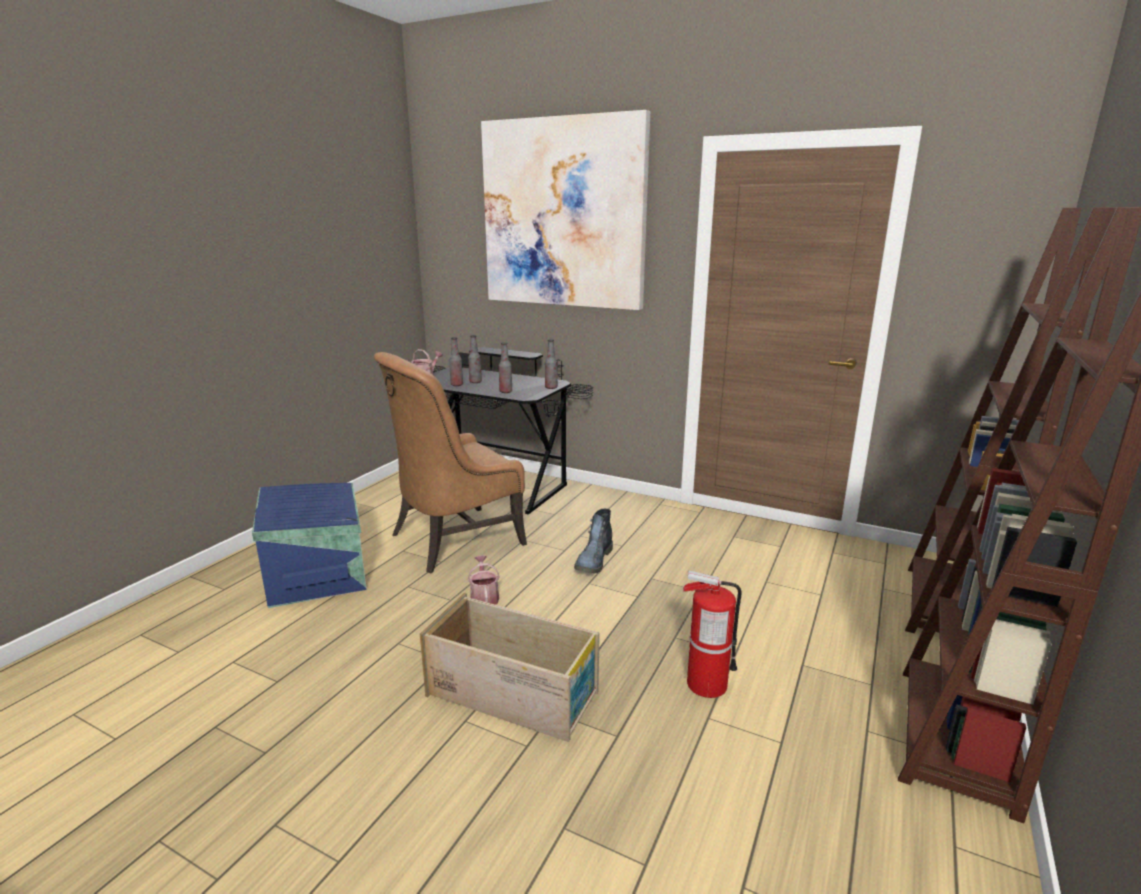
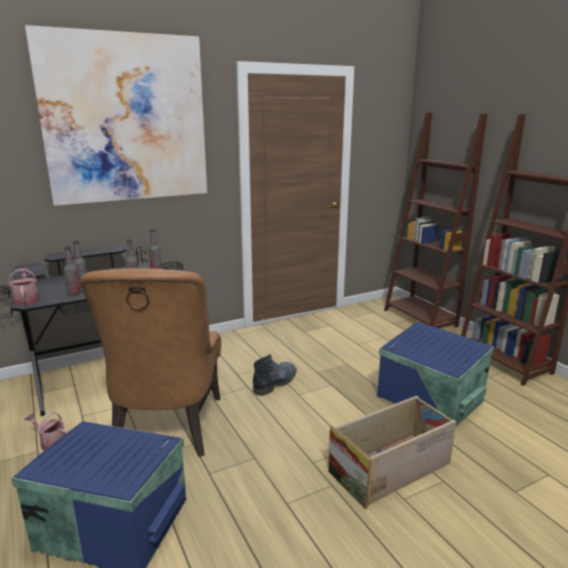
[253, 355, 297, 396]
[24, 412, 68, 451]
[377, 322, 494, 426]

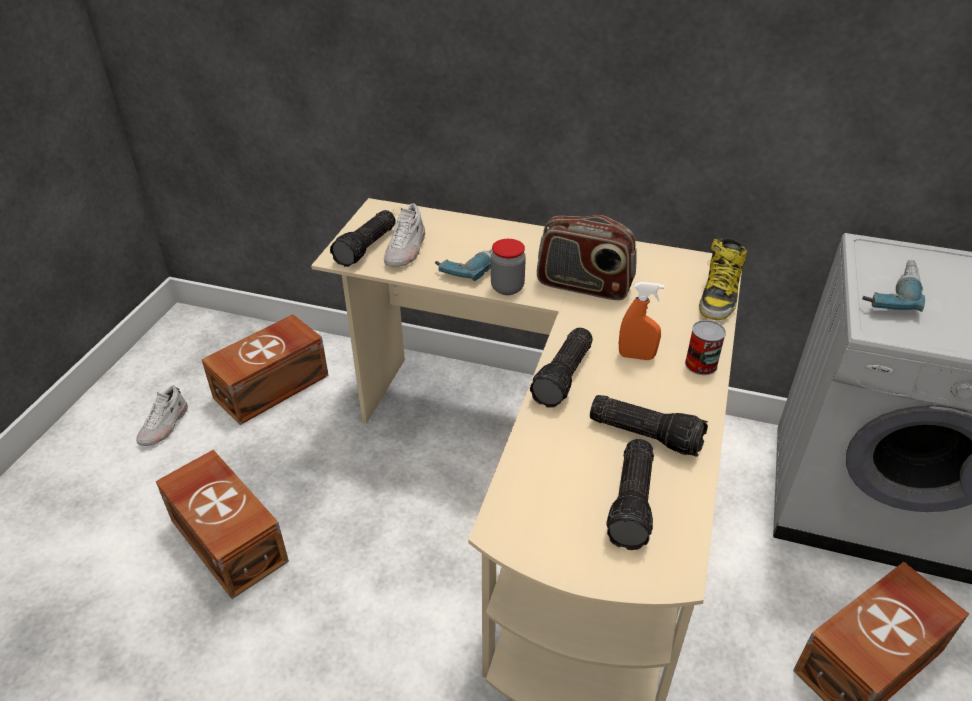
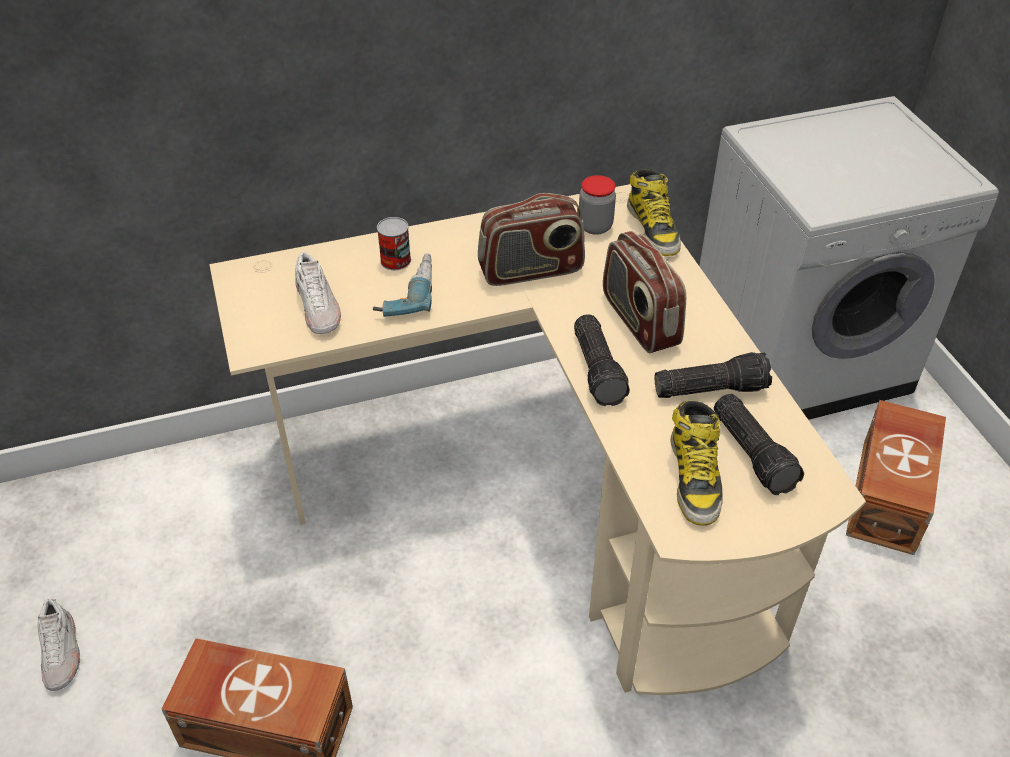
[330, 210, 396, 267] (first image)
[579, 175, 616, 235]
[862, 260, 925, 312] (first image)
[603, 231, 686, 353]
[201, 314, 329, 425] (first image)
[377, 217, 411, 270]
[670, 401, 723, 526]

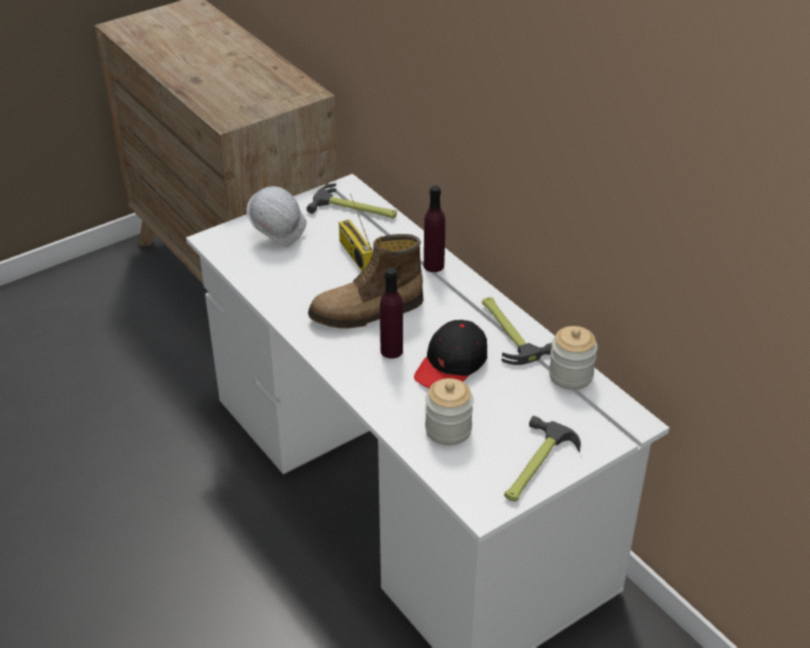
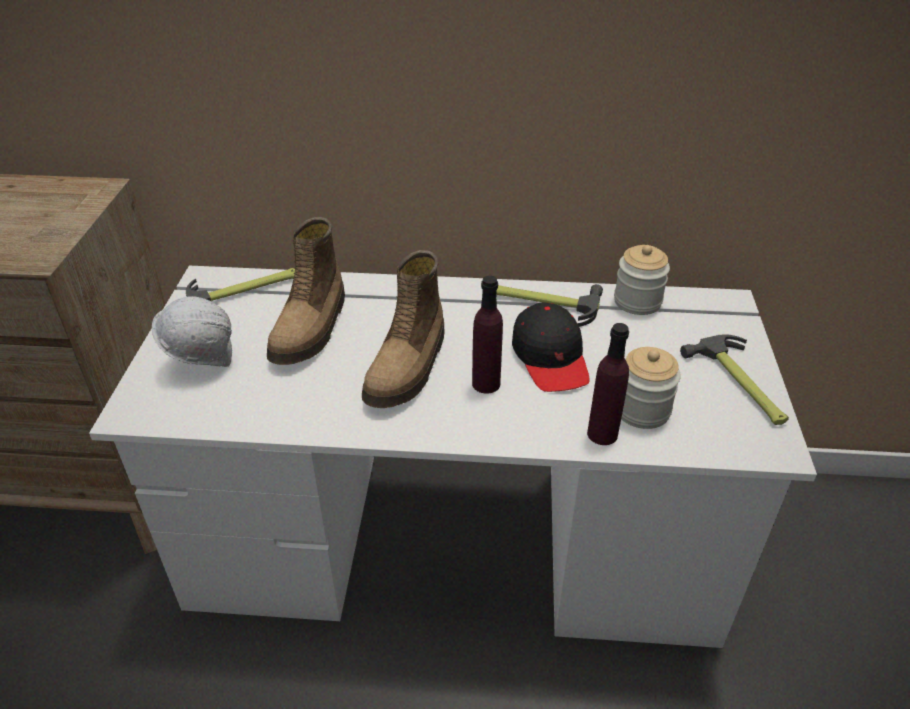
[587, 323, 629, 445]
[267, 217, 345, 365]

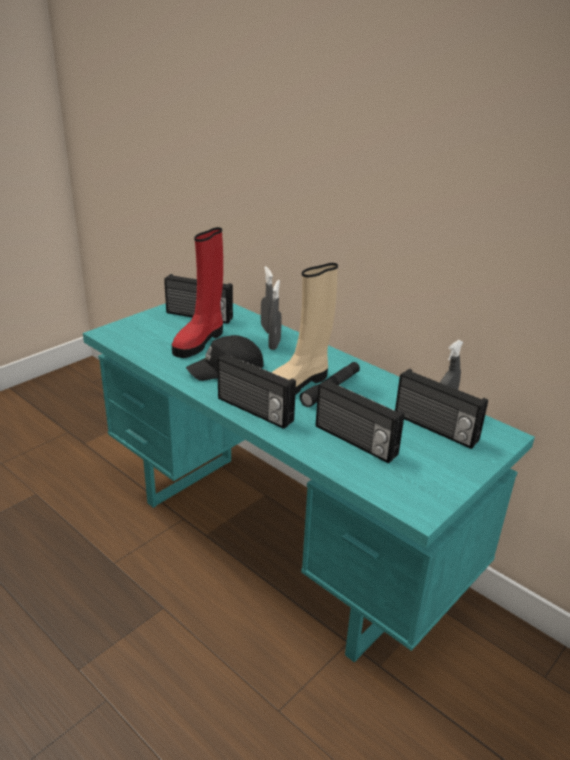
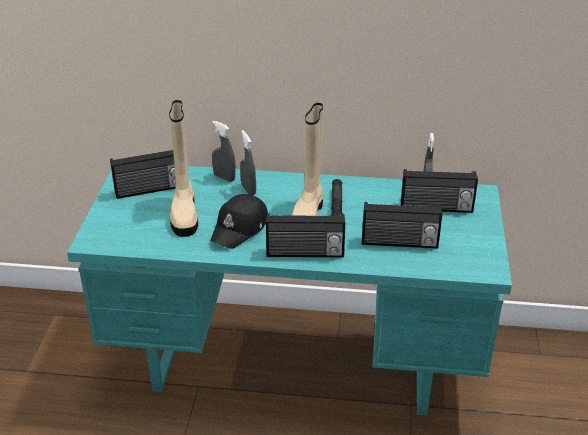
[169, 100, 198, 237]

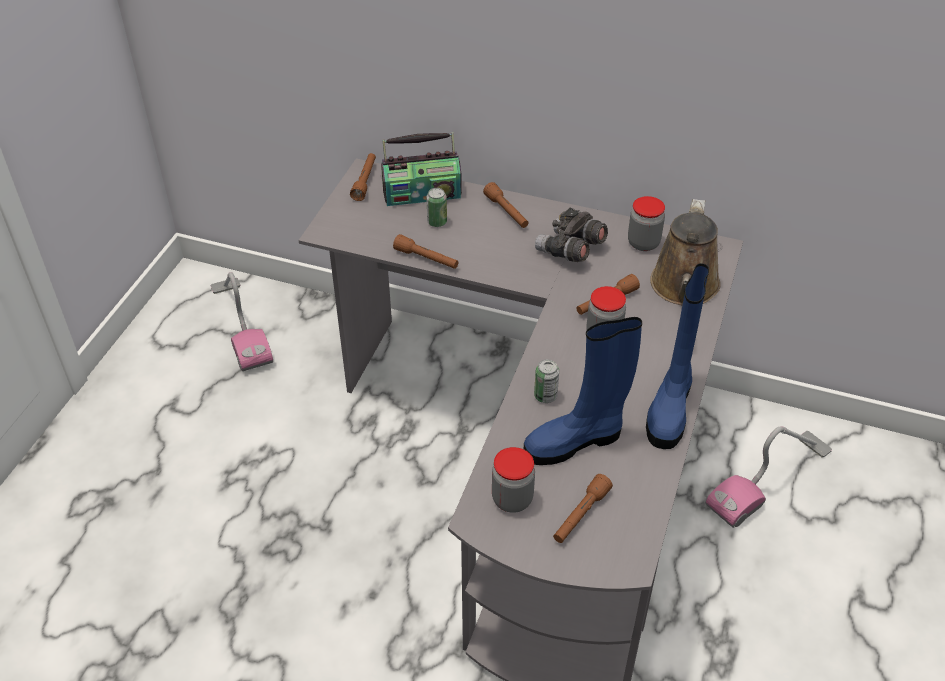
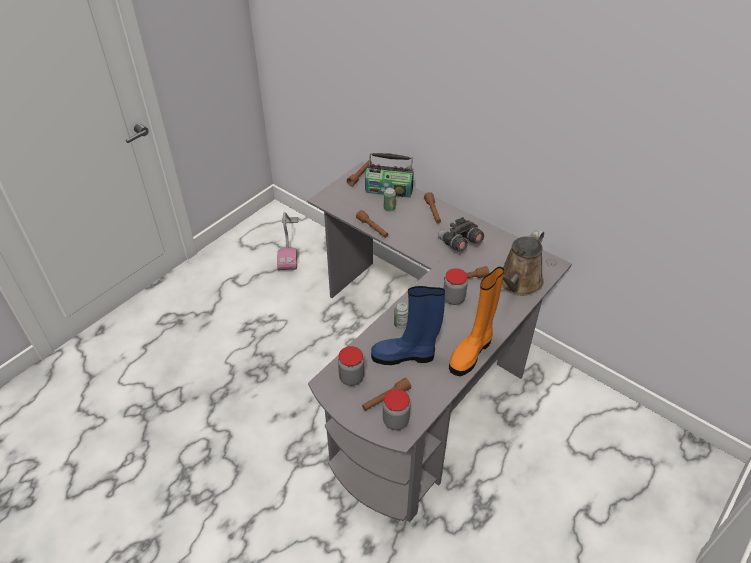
[383, 389, 410, 430]
[449, 267, 504, 376]
[706, 426, 832, 528] (first image)

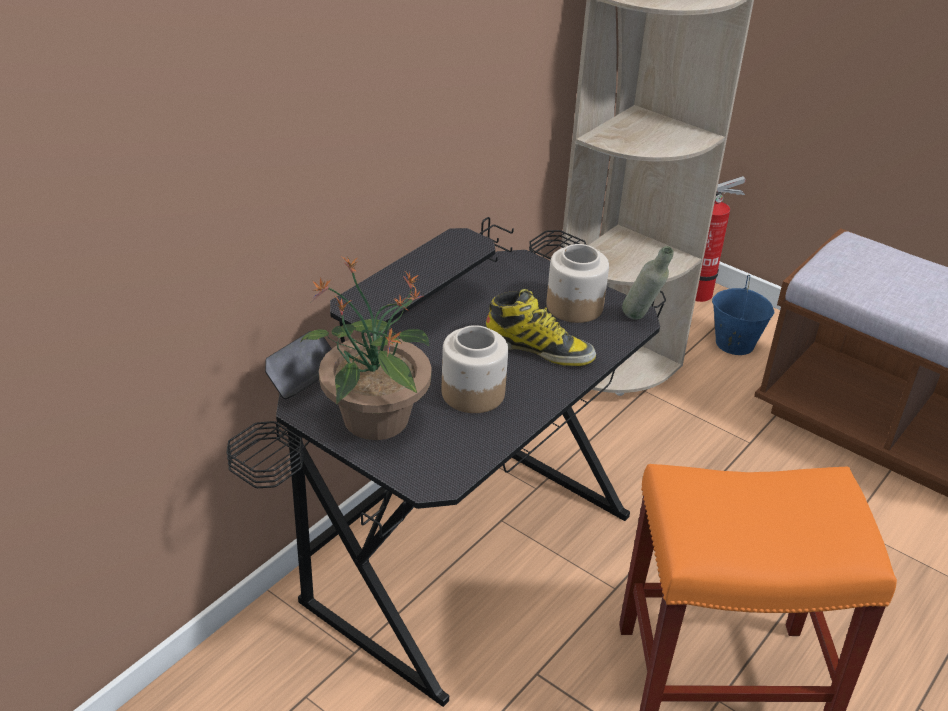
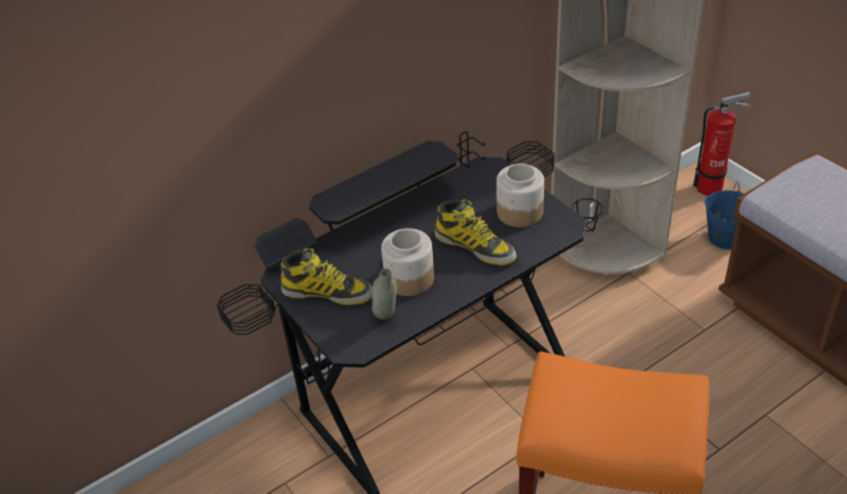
[372, 268, 397, 320]
[280, 248, 373, 305]

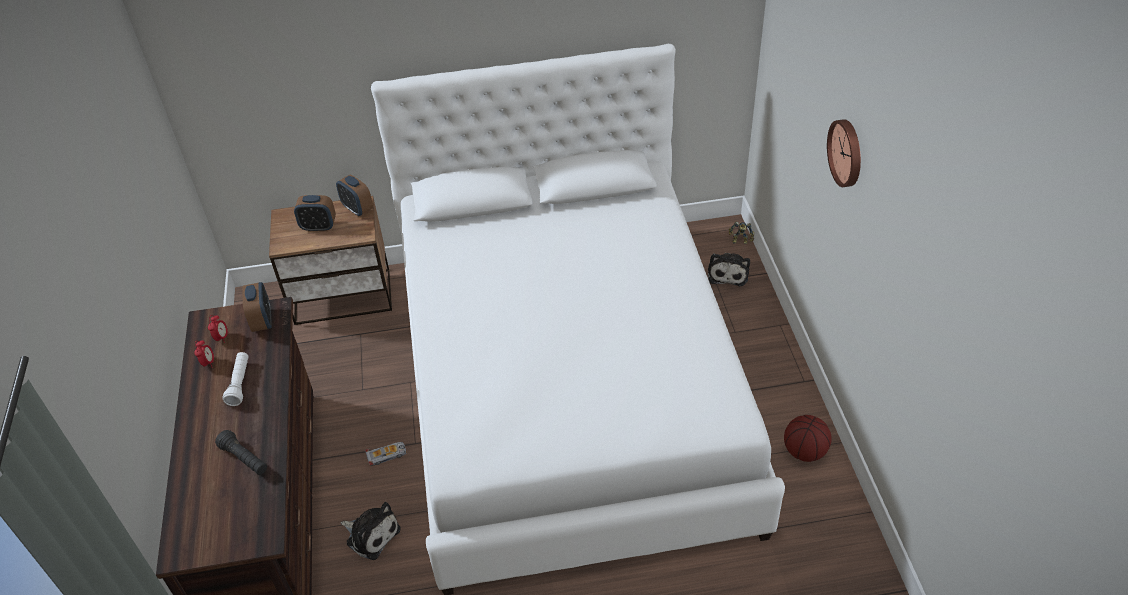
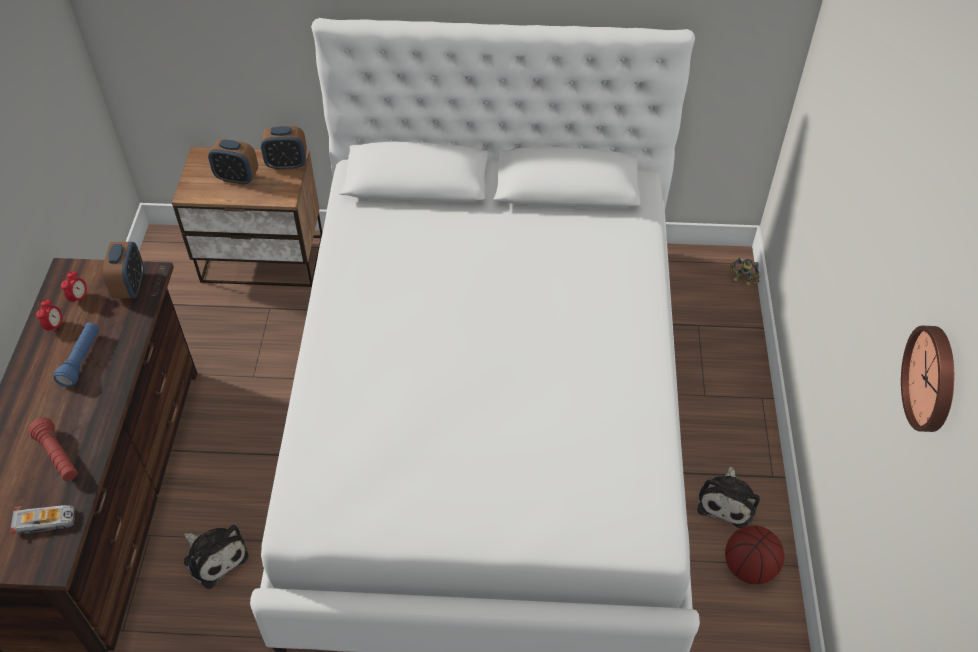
[901, 326, 954, 432]
[261, 126, 307, 170]
[698, 467, 760, 528]
[53, 323, 99, 387]
[29, 418, 78, 481]
[10, 505, 75, 534]

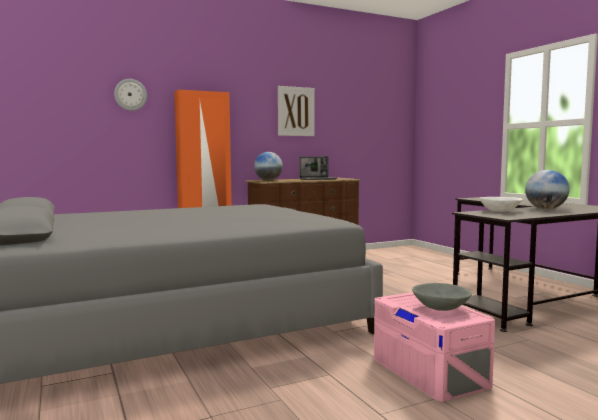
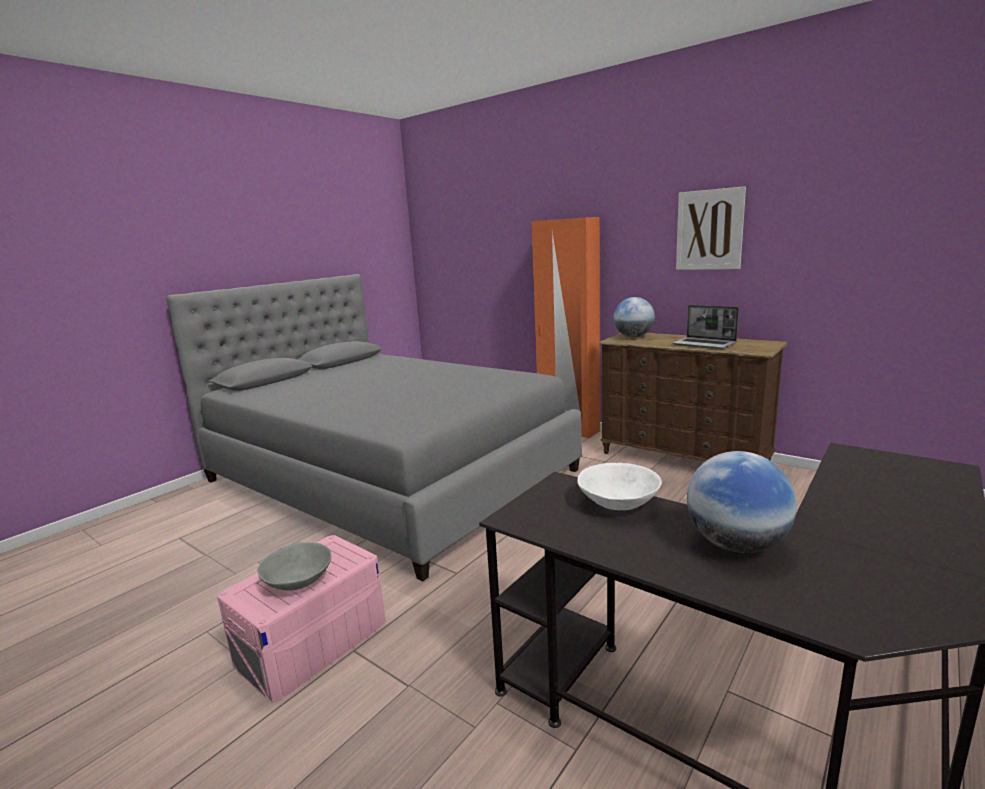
[114, 79, 147, 111] (first image)

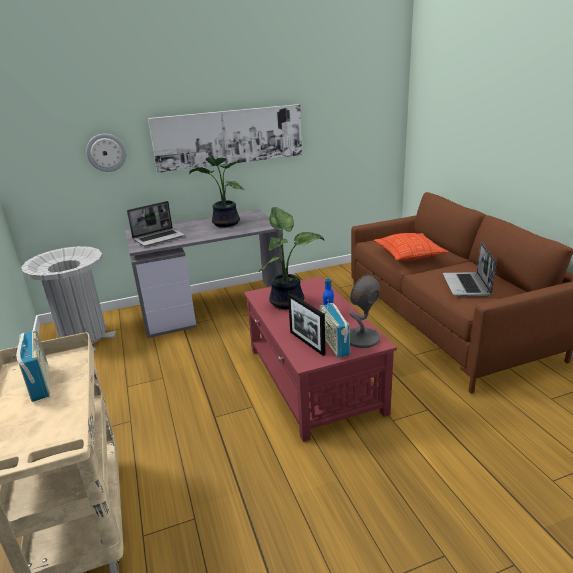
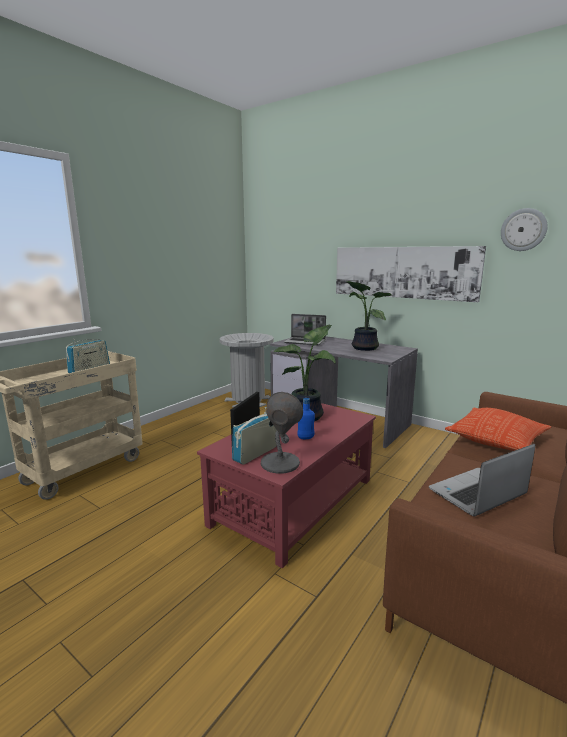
[501, 208, 548, 251]

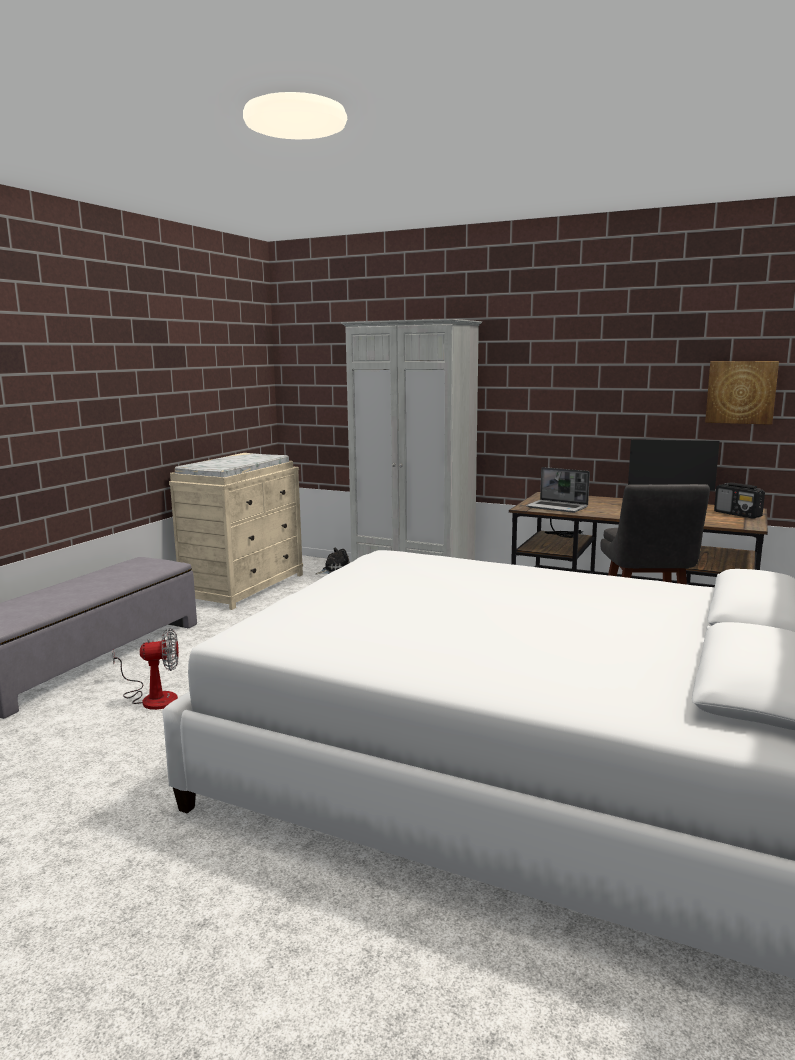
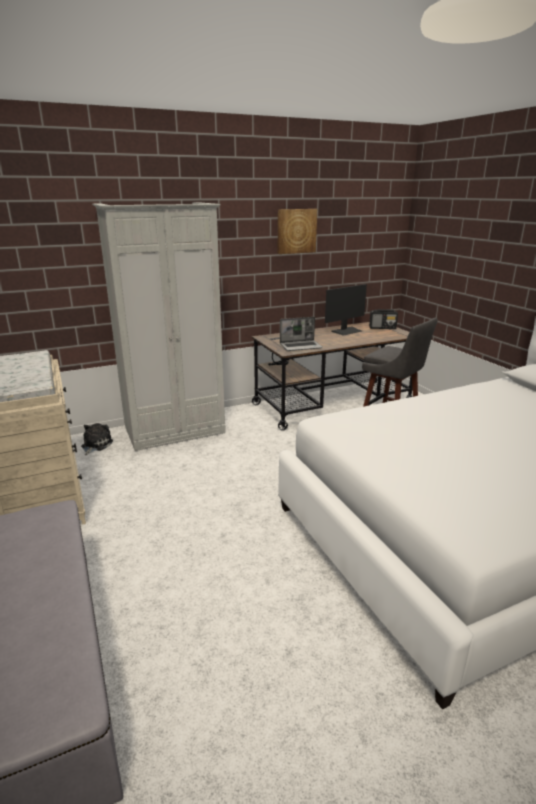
[278, 209, 317, 254]
[112, 628, 179, 710] (first image)

